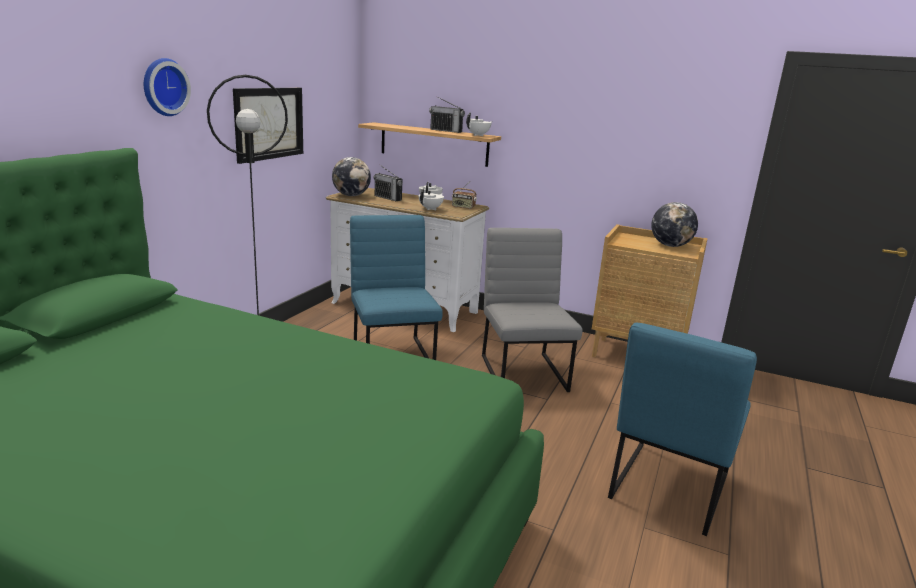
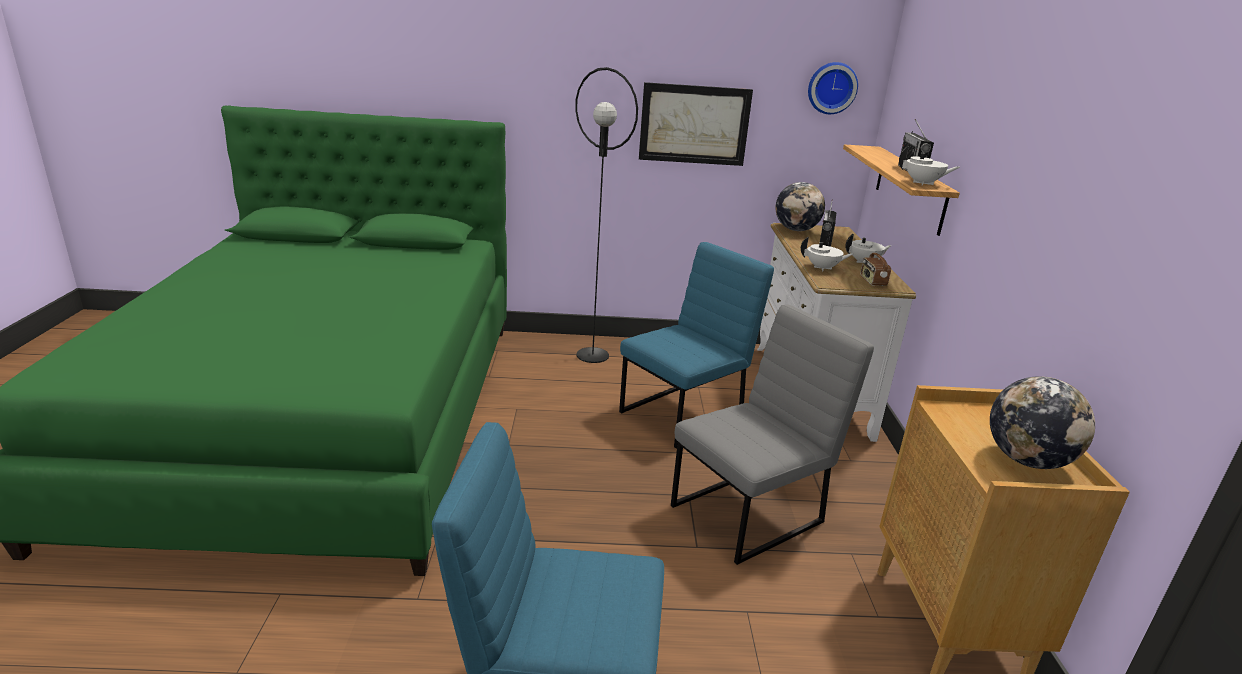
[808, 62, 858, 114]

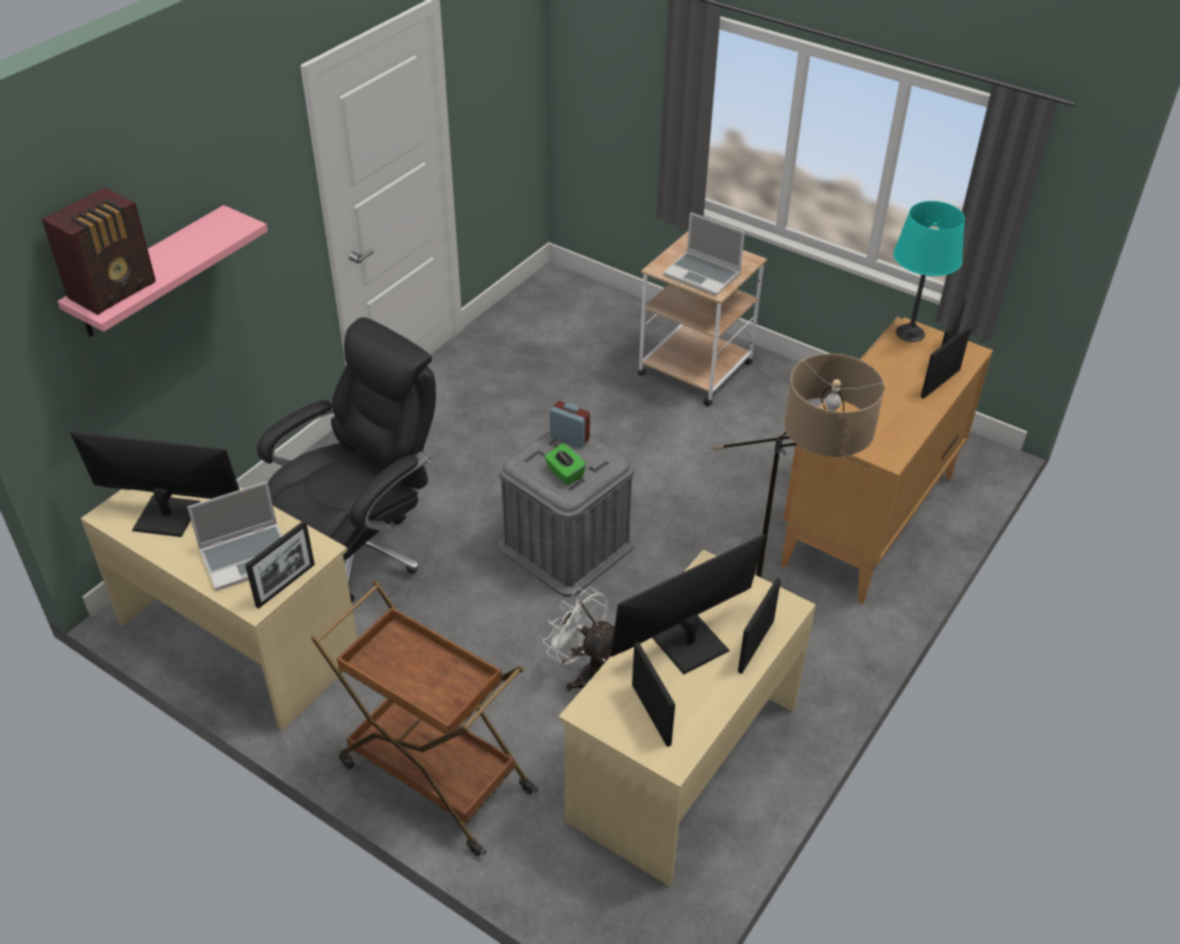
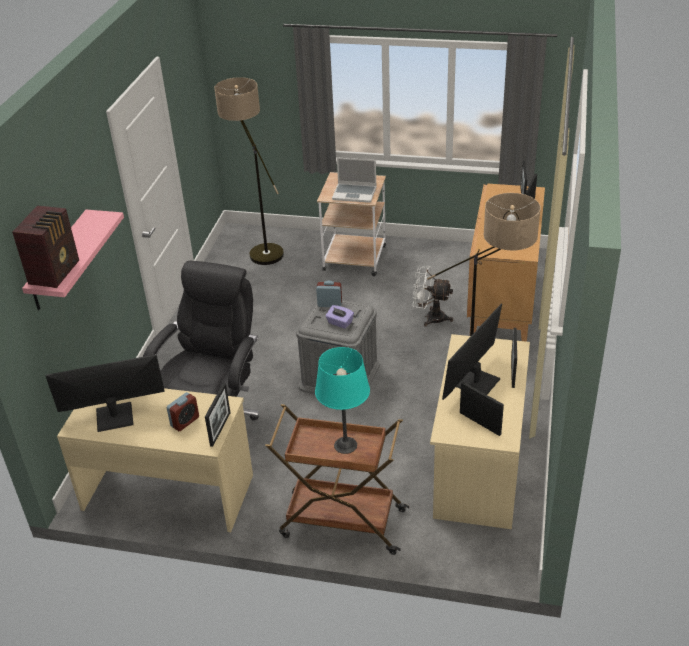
[315, 347, 370, 454]
[325, 305, 354, 329]
[167, 392, 199, 431]
[412, 266, 453, 327]
[214, 77, 284, 265]

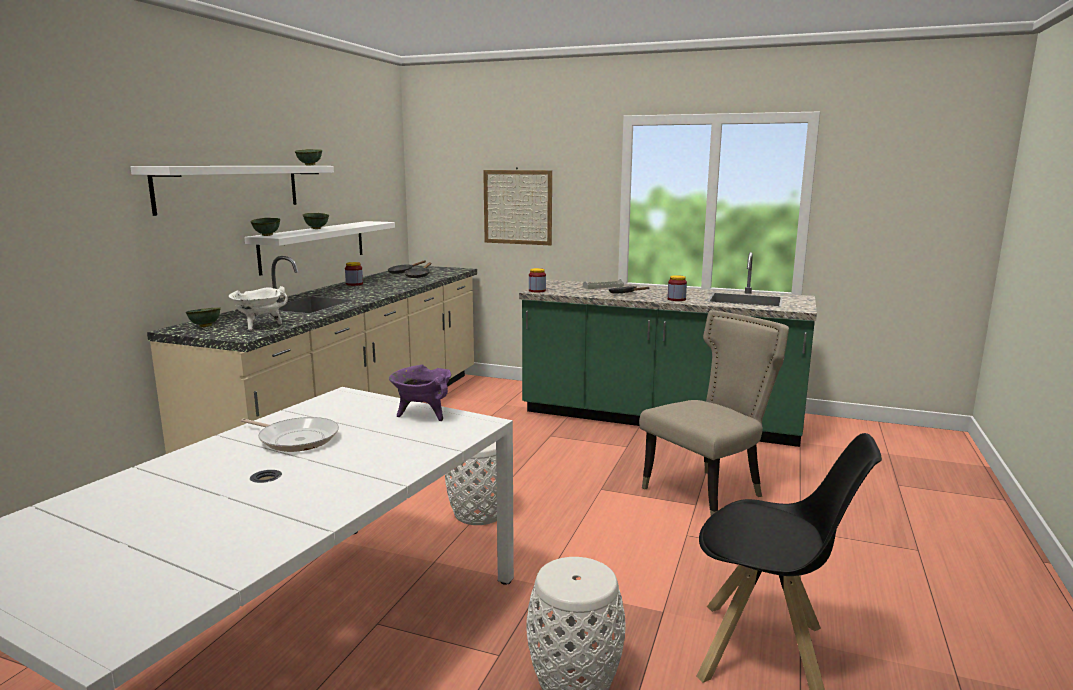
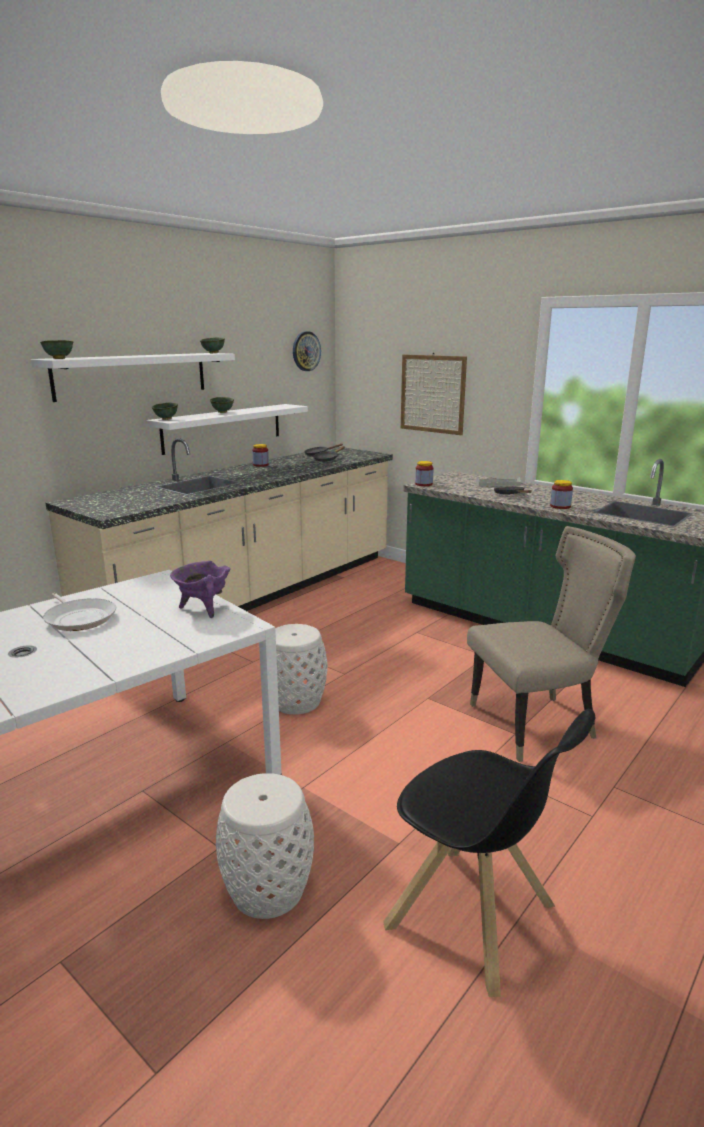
[229, 286, 288, 330] (first image)
[40, 340, 73, 359]
[293, 331, 321, 371]

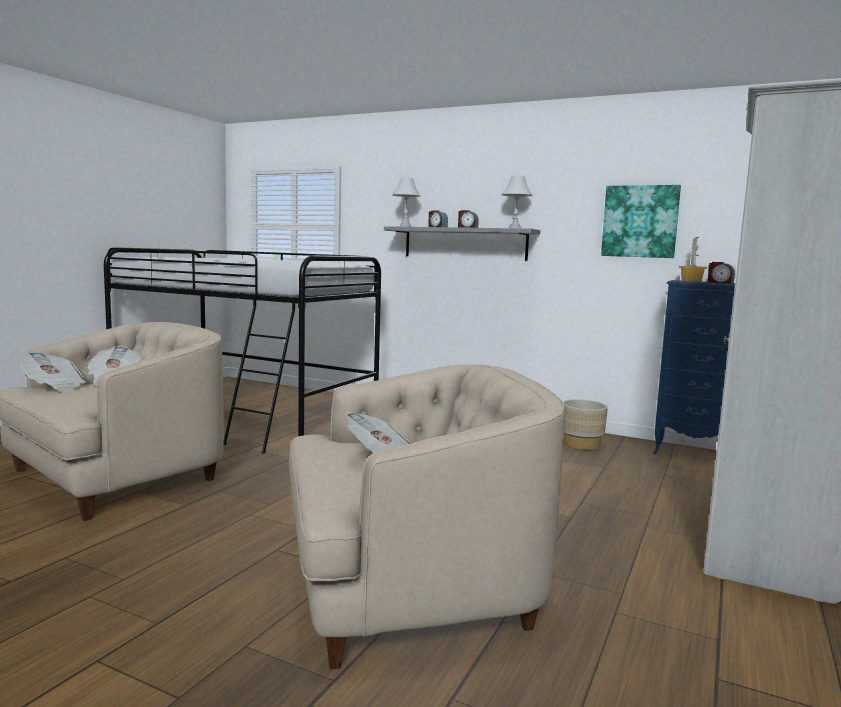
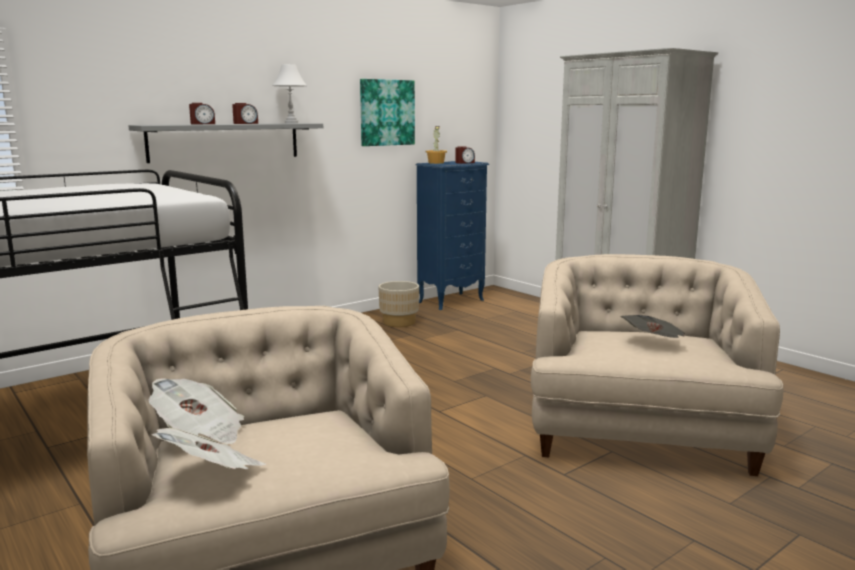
[392, 177, 421, 227] (first image)

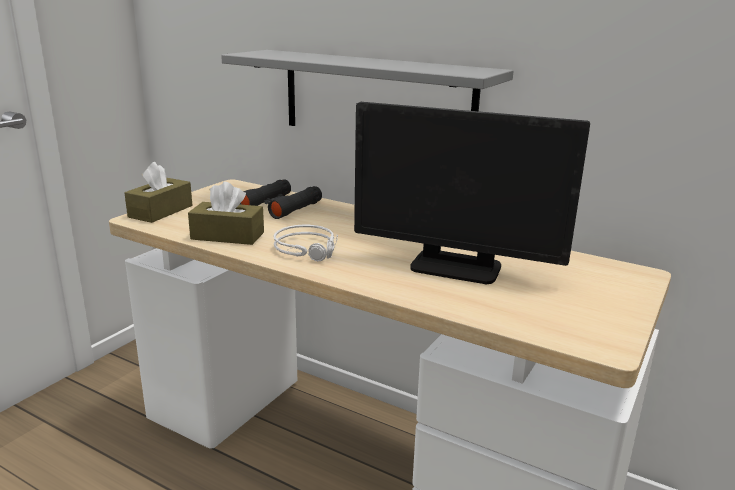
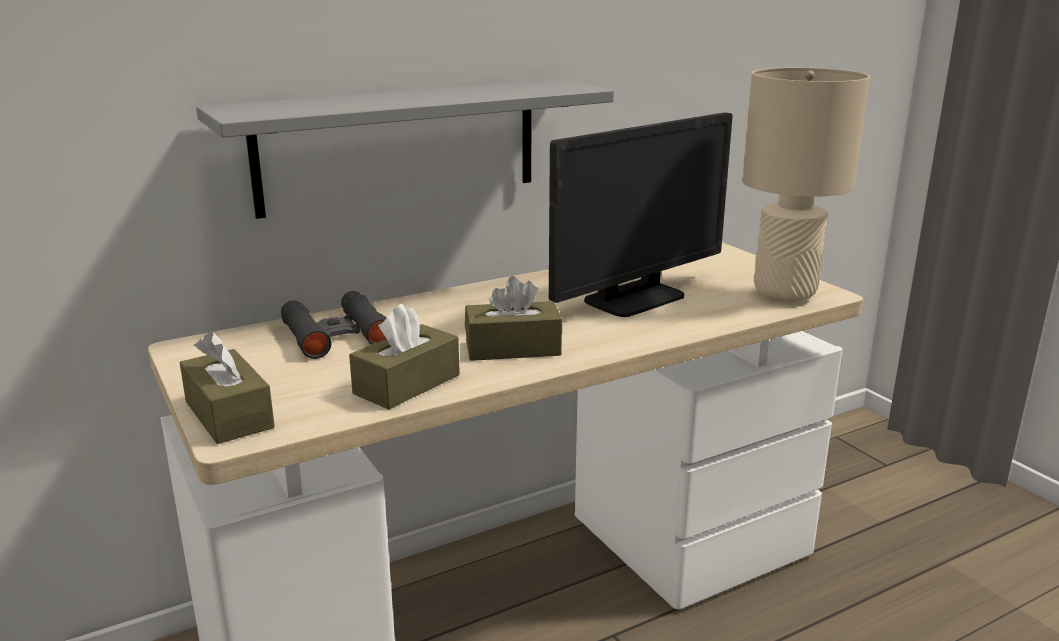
[465, 276, 562, 361]
[742, 68, 870, 302]

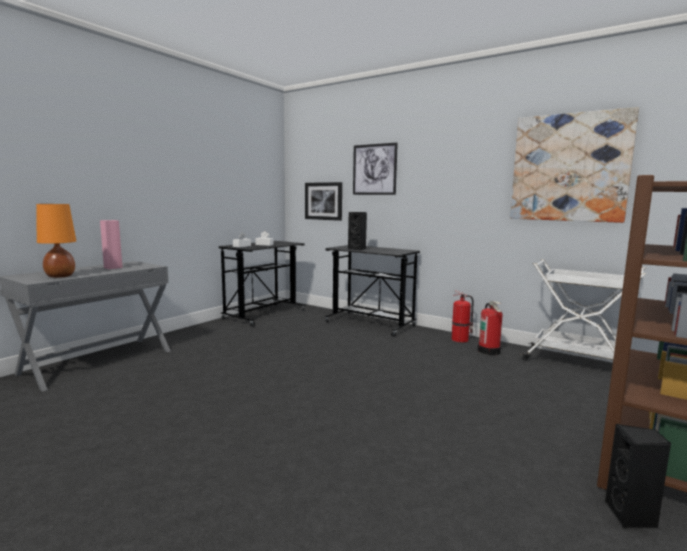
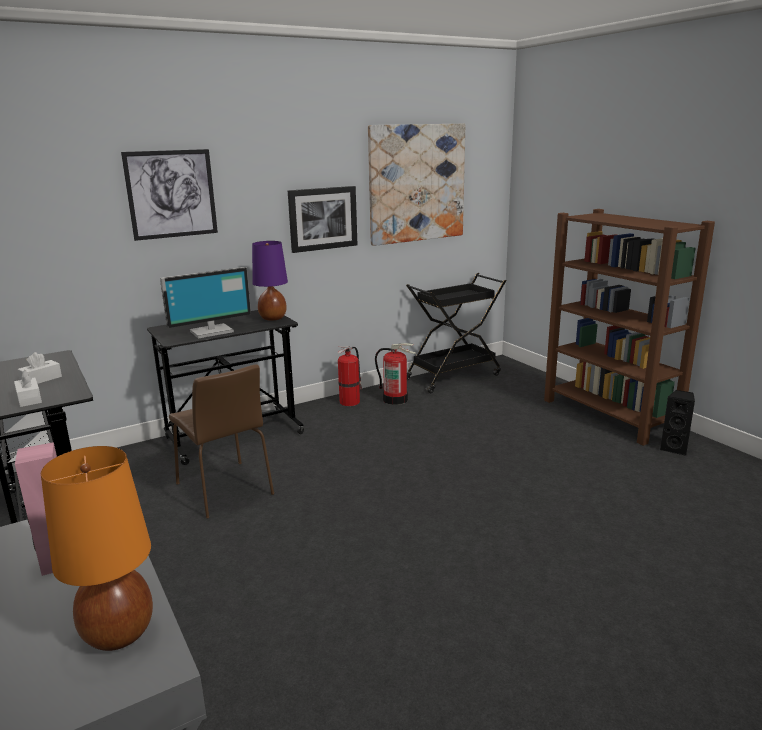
[288, 186, 358, 253]
[160, 267, 251, 338]
[406, 273, 507, 393]
[252, 241, 288, 321]
[169, 364, 274, 519]

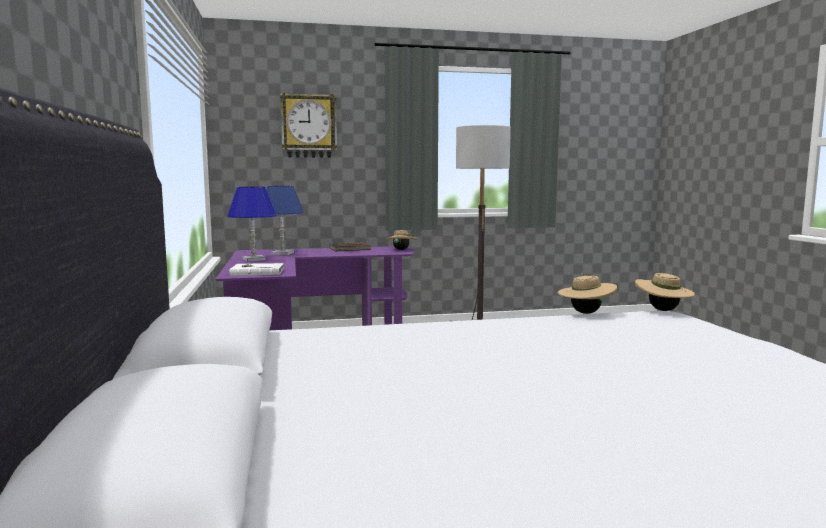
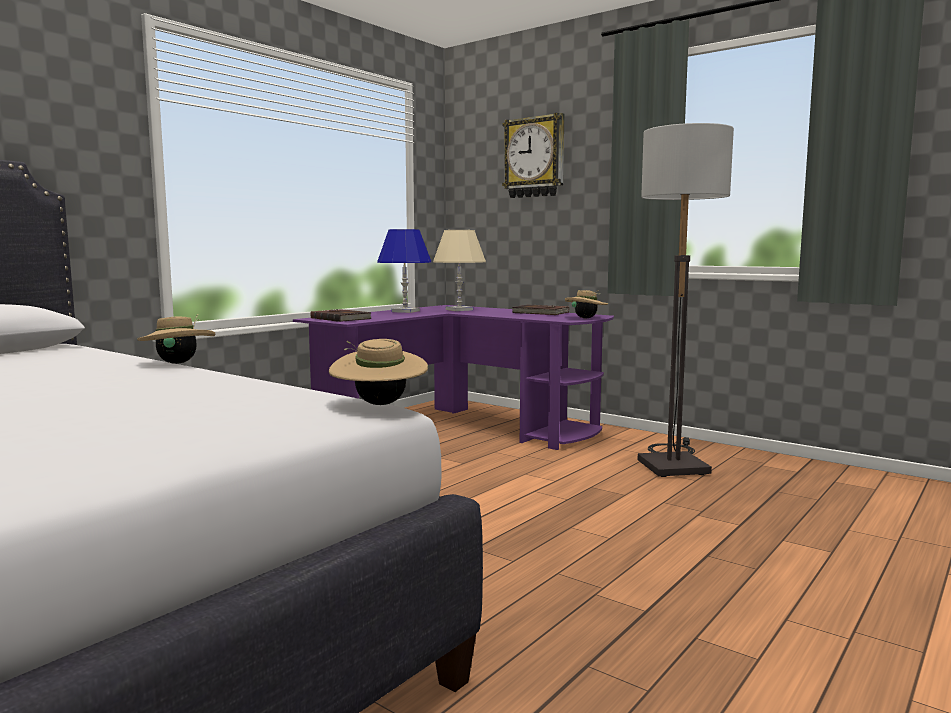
[433, 230, 486, 311]
[310, 309, 372, 322]
[137, 314, 215, 364]

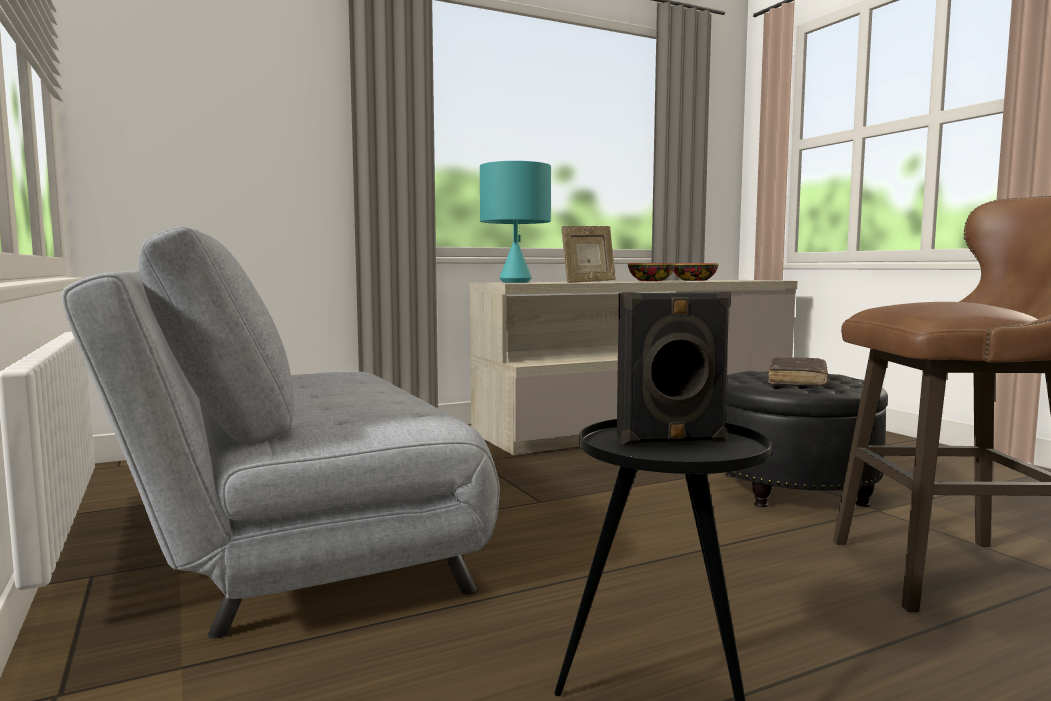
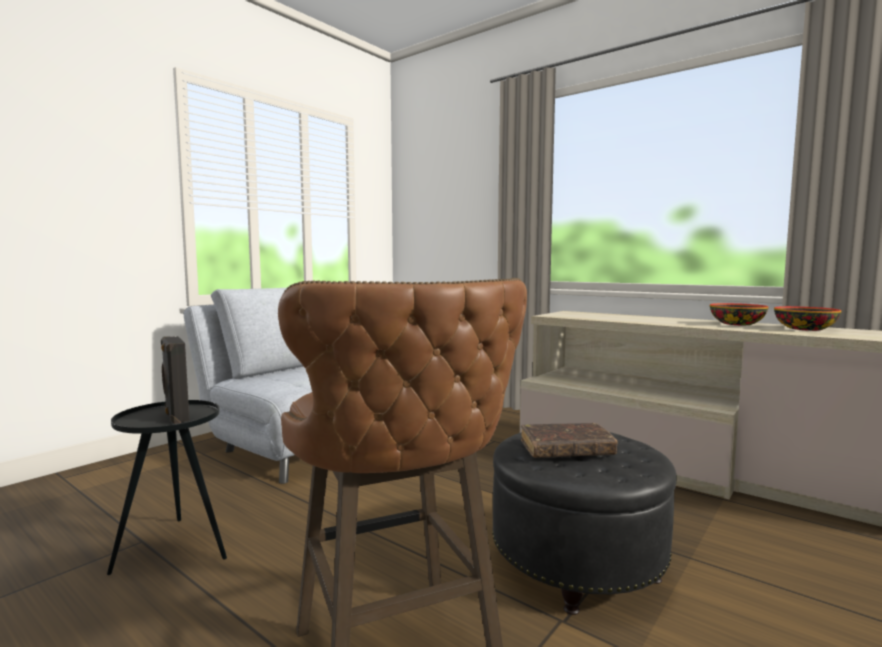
[480, 161, 551, 283] (first image)
[561, 226, 616, 283] (first image)

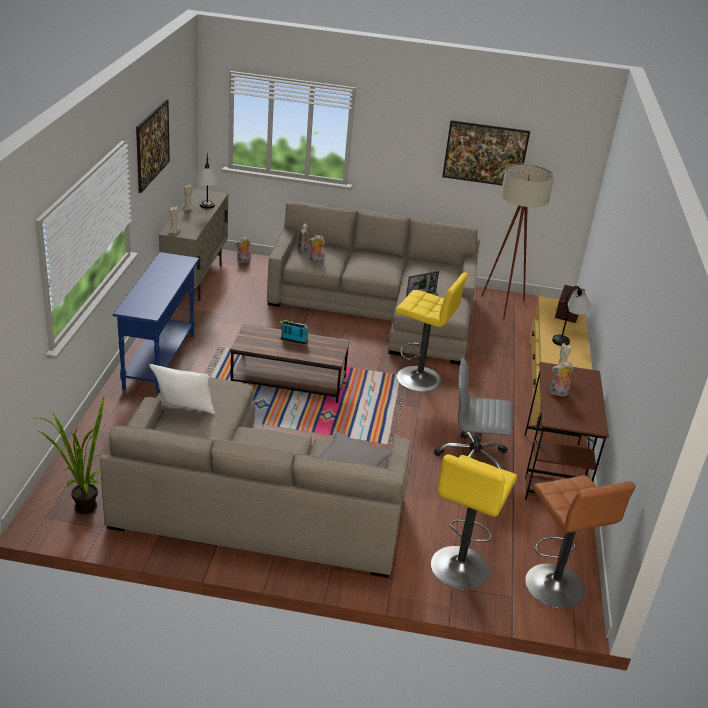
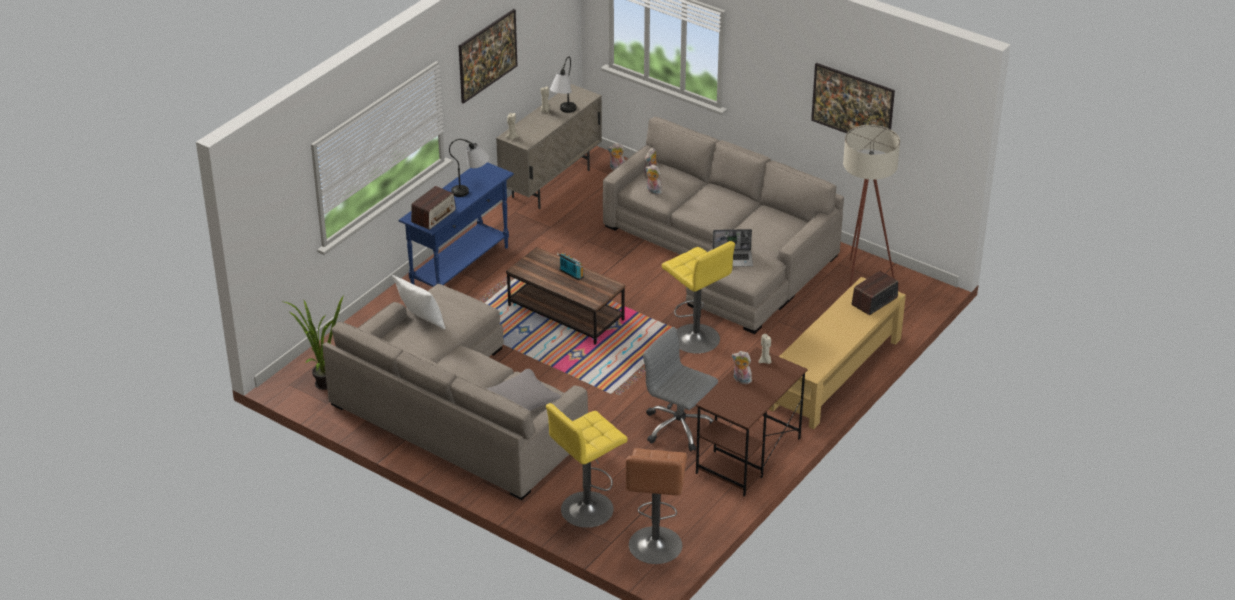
[449, 139, 489, 197]
[411, 186, 456, 230]

